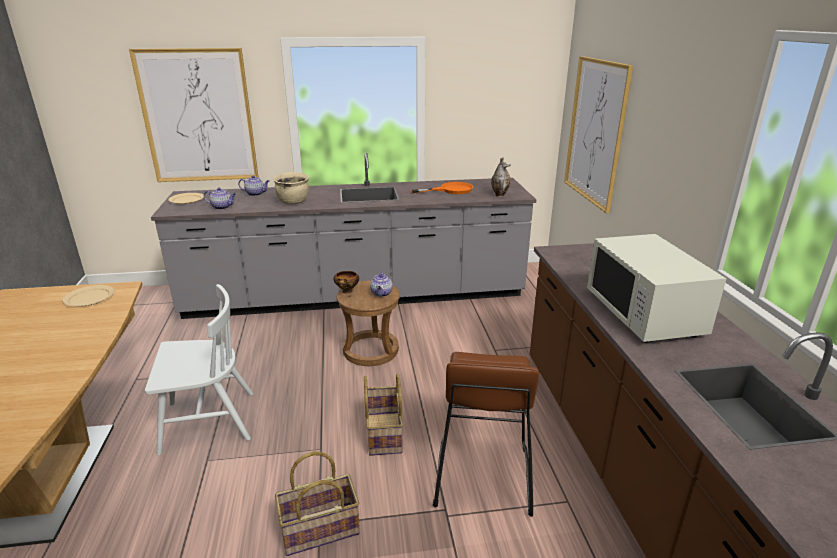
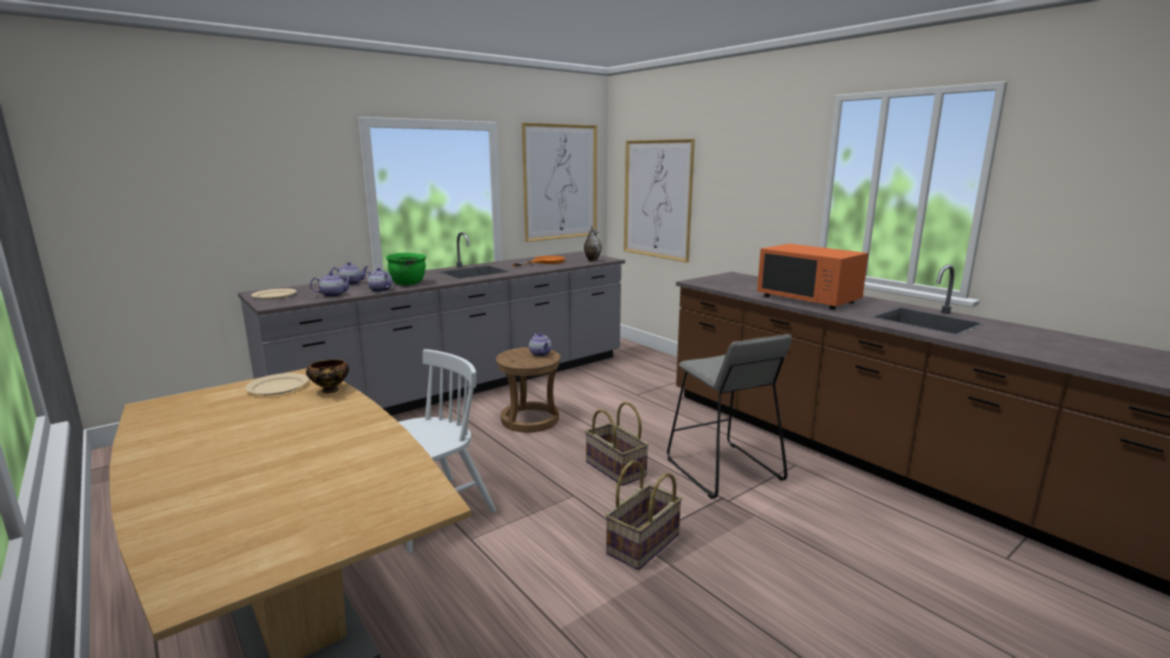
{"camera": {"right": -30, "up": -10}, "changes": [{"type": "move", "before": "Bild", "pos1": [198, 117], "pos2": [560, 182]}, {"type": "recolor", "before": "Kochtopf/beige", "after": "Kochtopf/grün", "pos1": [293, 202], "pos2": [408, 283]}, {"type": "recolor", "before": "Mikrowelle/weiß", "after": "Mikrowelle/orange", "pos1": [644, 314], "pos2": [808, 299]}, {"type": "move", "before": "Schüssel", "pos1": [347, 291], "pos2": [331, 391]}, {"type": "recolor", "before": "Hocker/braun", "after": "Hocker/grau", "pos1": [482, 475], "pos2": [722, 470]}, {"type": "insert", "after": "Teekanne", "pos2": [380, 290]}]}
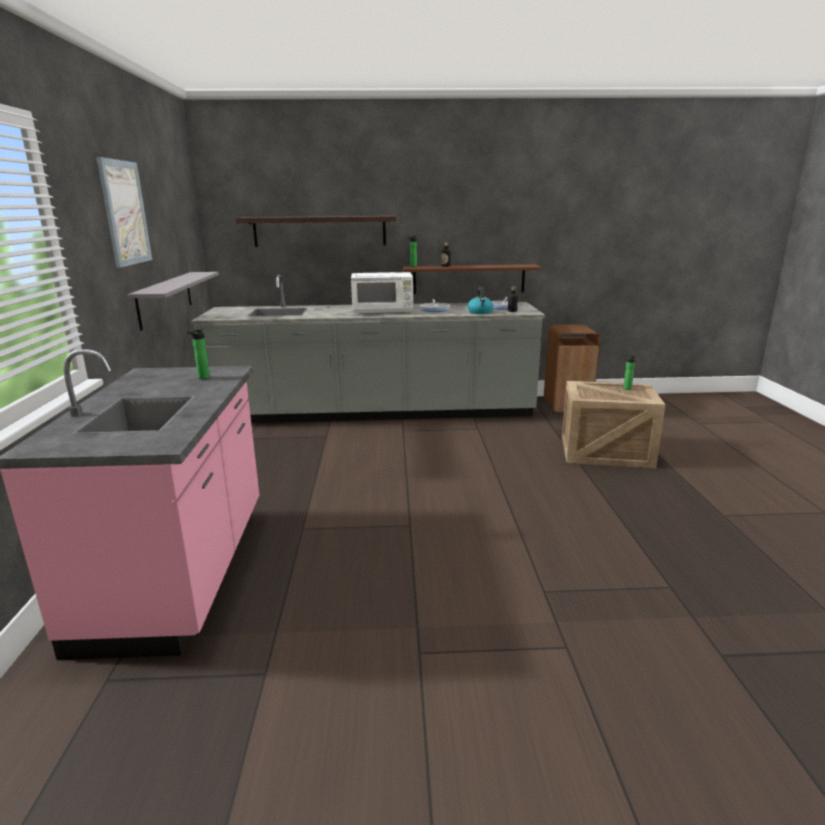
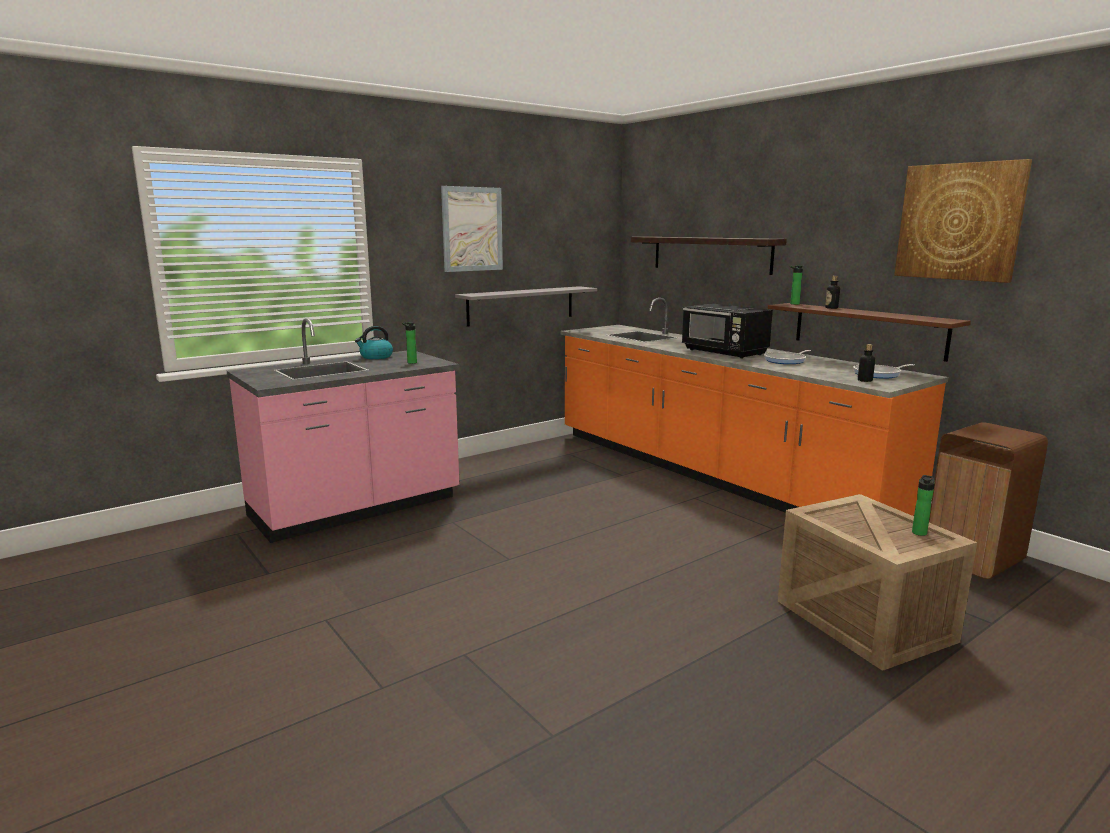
{"camera": {"right": 55, "up": -5}, "changes": [{"type": "recolor", "before": "Mikrowelle/weiß", "after": "Mikrowelle/schwarz", "pos1": [383, 311], "pos2": [724, 352]}, {"type": "recolor", "before": "Küchenzeile/grau", "after": "Küchenzeile/orange", "pos1": [374, 412], "pos2": [711, 474]}, {"type": "move", "before": "Wasserkessel", "pos1": [480, 312], "pos2": [376, 357]}, {"type": "insert", "after": "Bild", "pos2": [959, 222]}]}
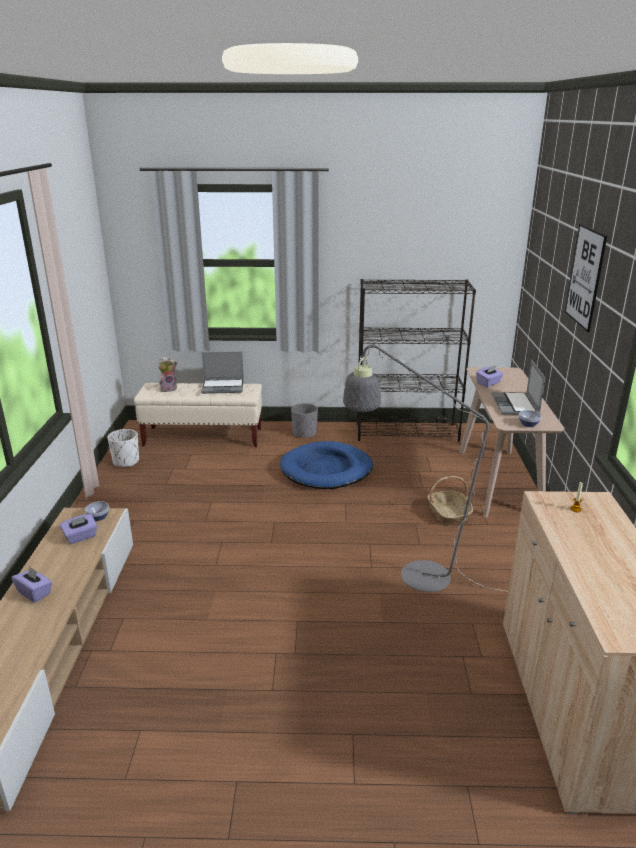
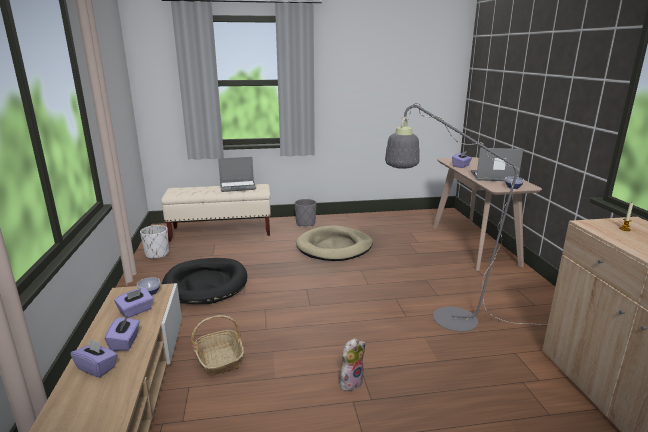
{"camera": {"right": -10, "up": -5}, "changes": [{"type": "delete", "before": "Bild", "pos1": [585, 277]}, {"type": "delete", "before": "Bücherregal/schwarz", "pos1": [407, 432]}, {"type": "move", "before": "Plüschtier", "pos1": [168, 388], "pos2": [351, 382]}, {"type": "rotate", "before": "Laptop", "pos1": [516, 405], "pos2": [493, 177], "turn": 105}, {"type": "recolor", "before": "Hundebett/blau", "after": "Hundebett/beige", "pos1": [326, 469], "pos2": [334, 247]}, {"type": "move", "before": "Korb", "pos1": [448, 513], "pos2": [219, 358]}, {"type": "insert", "after": "Hundebett/schwarz", "pos2": [206, 284]}, {"type": "insert", "after": "Taschentuchbox/lila", "pos2": [125, 342]}]}
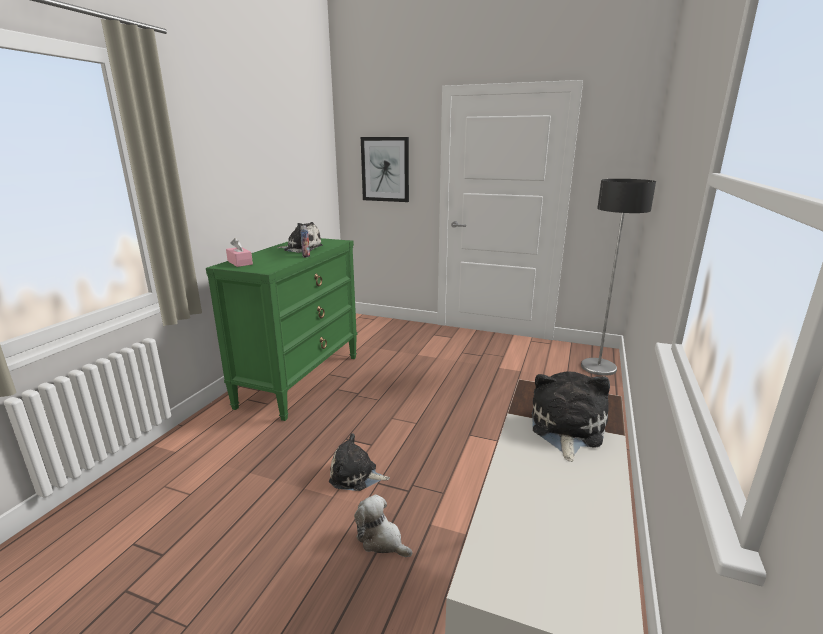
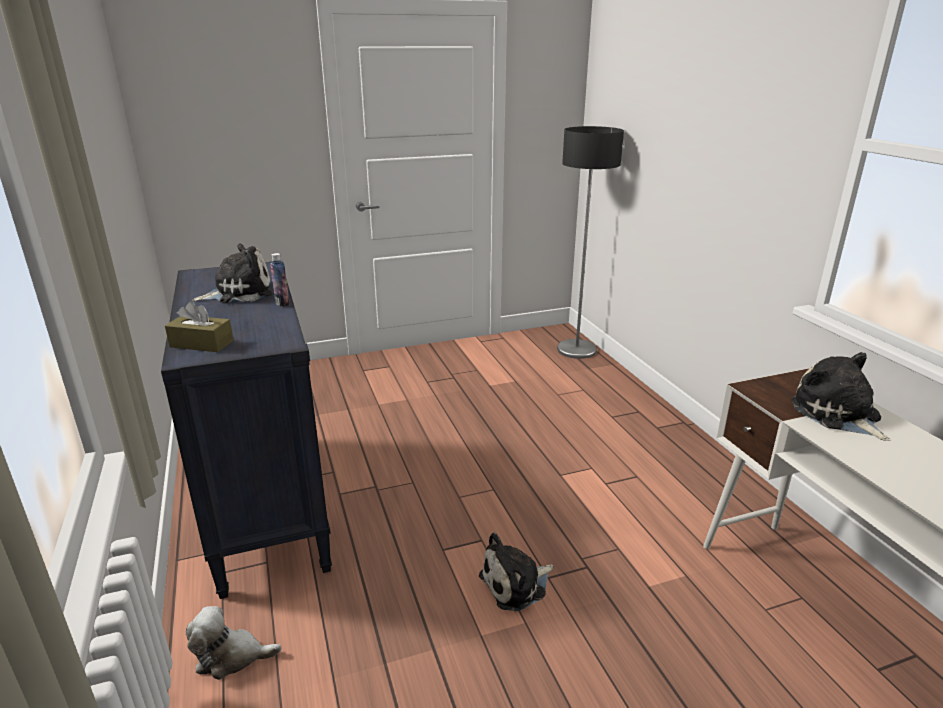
{"camera": {"right": -40, "up": 5}, "changes": [{"type": "delete", "before": "Bild", "pos1": [385, 169]}, {"type": "recolor", "before": "Kommode/grün", "after": "Kommode/schwarz", "pos1": [300, 380], "pos2": [266, 505]}, {"type": "recolor", "before": "Taschentuchbox/rosa", "after": "Taschentuchbox/braun", "pos1": [240, 262], "pos2": [201, 344]}, {"type": "move", "before": "Plüschtier", "pos1": [381, 540], "pos2": [231, 657]}]}
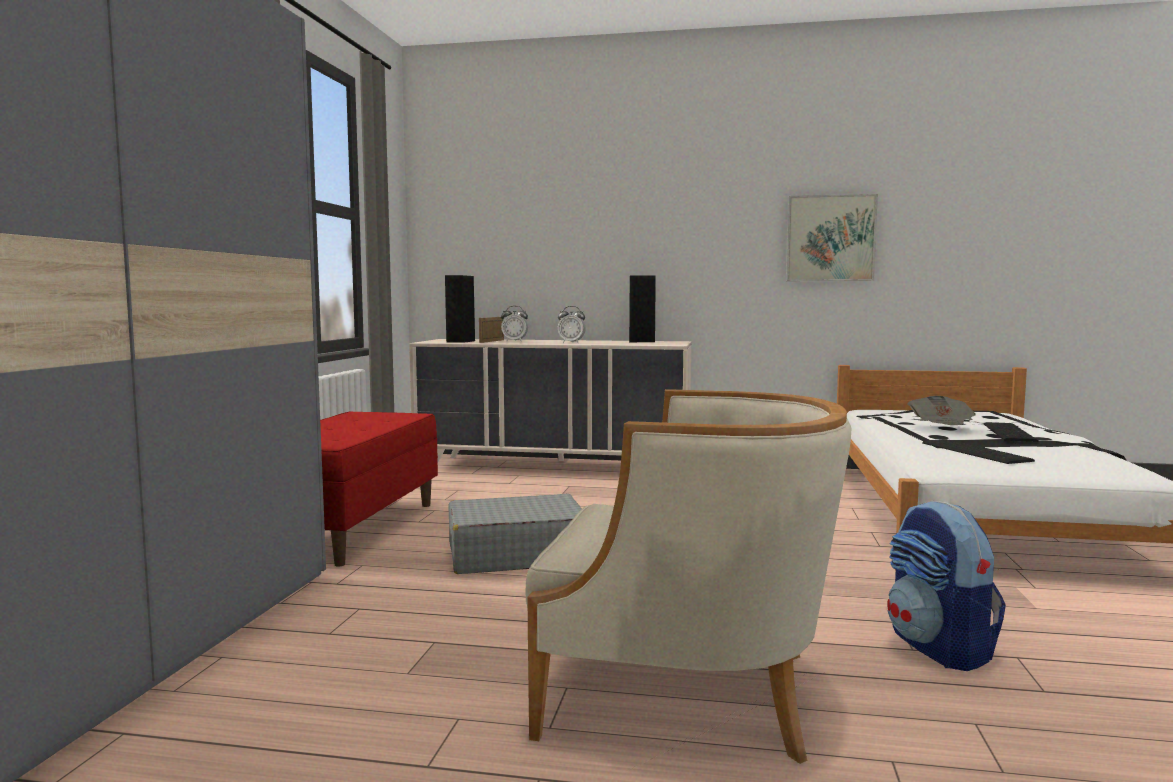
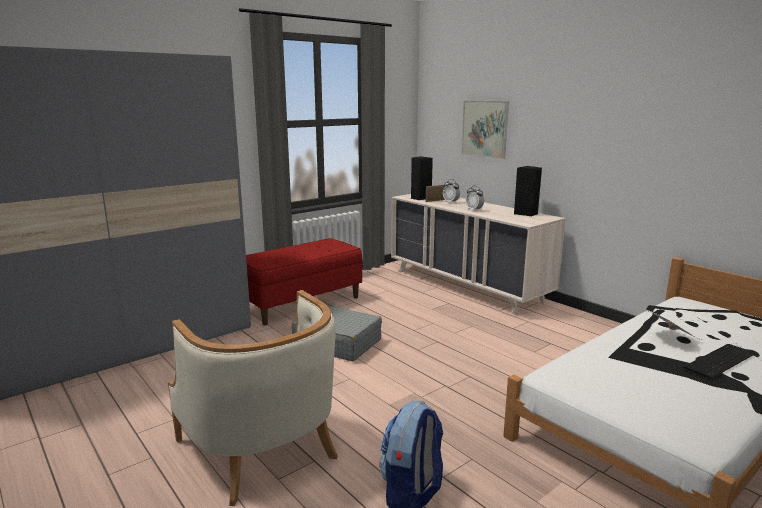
{"camera": {"right": 40, "up": 10}, "changes": [{"type": "move", "before": "Bild", "pos1": [830, 238], "pos2": [485, 128]}, {"type": "delete", "before": "Tastatur", "pos1": [975, 451]}]}
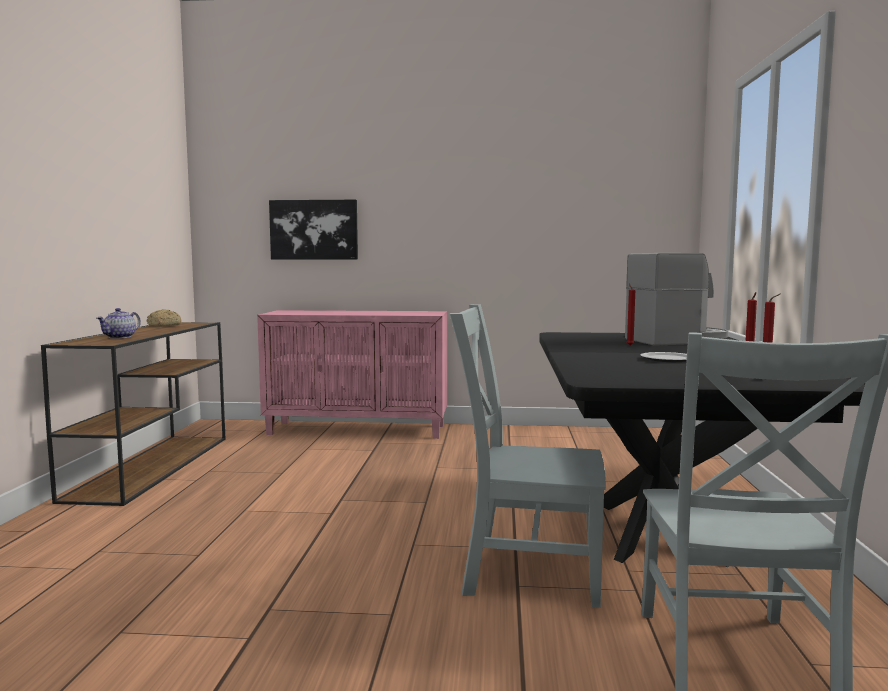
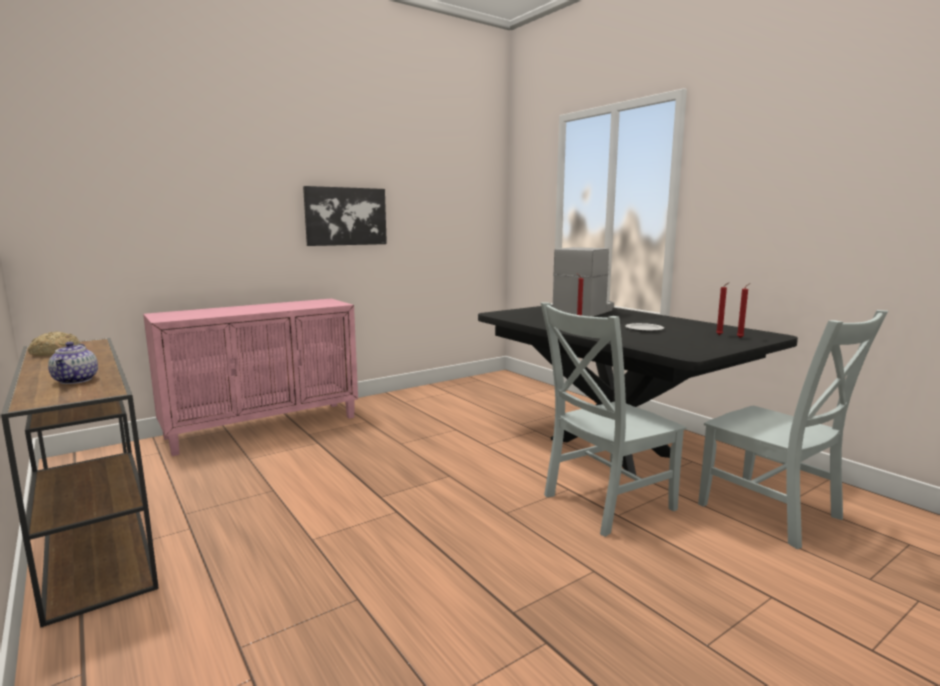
{"camera": {"right": -40, "up": 5}, "changes": [{"type": "move", "before": "Bild", "pos1": [314, 230], "pos2": [345, 216]}]}
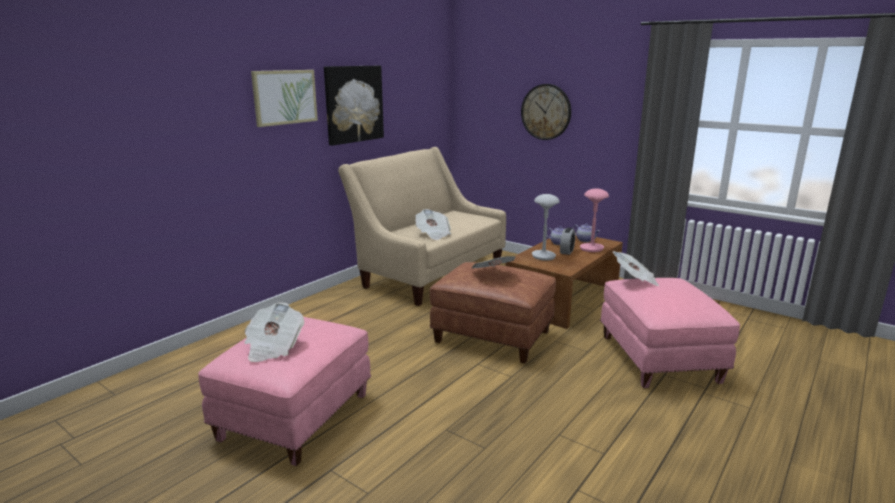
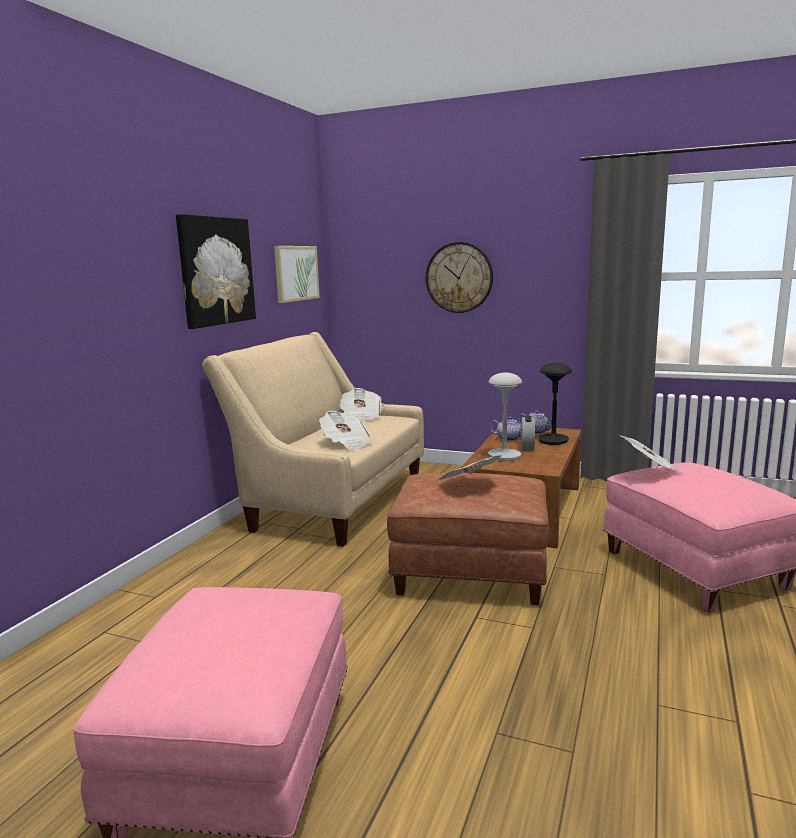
{"camera": {"right": -15, "up": -5}, "changes": [{"type": "move", "before": "Bild", "pos1": [285, 97], "pos2": [296, 273]}, {"type": "recolor", "before": "Tischlampe/rosa", "after": "Tischlampe/schwarz", "pos1": [591, 248], "pos2": [553, 440]}, {"type": "move", "before": "Zeitung", "pos1": [273, 347], "pos2": [361, 417]}]}
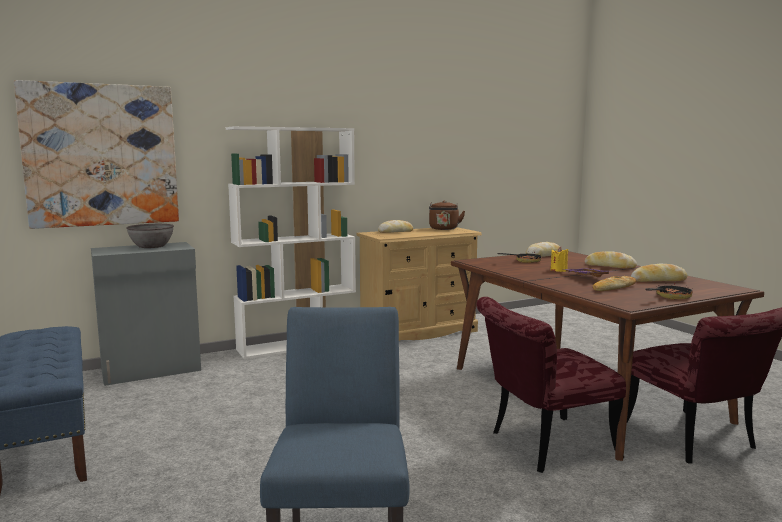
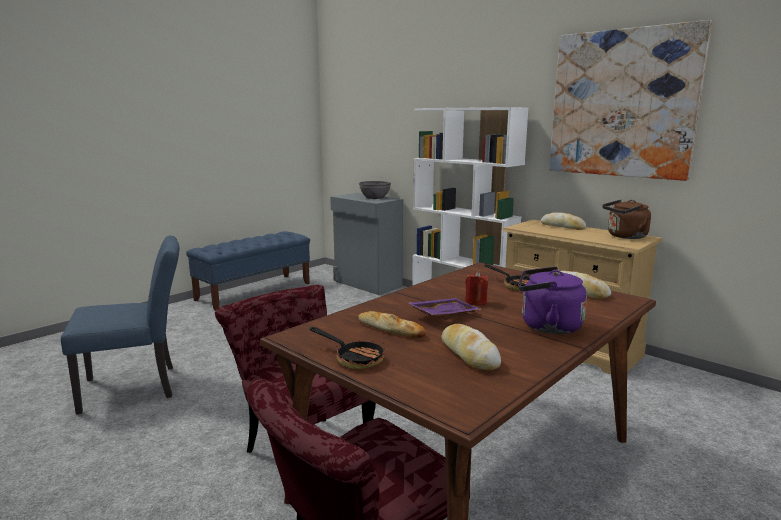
{"camera": {"right": 70, "up": 5}, "changes": [{"type": "move", "before": "Bild", "pos1": [101, 155], "pos2": [622, 104]}, {"type": "recolor", "before": "Kerze/gelb", "after": "Kerze/rot", "pos1": [558, 270], "pos2": [476, 302]}, {"type": "replace", "before": "Brot", "after": "Wasserkessel/lila", "pos1": [609, 266], "pos2": [546, 326]}]}
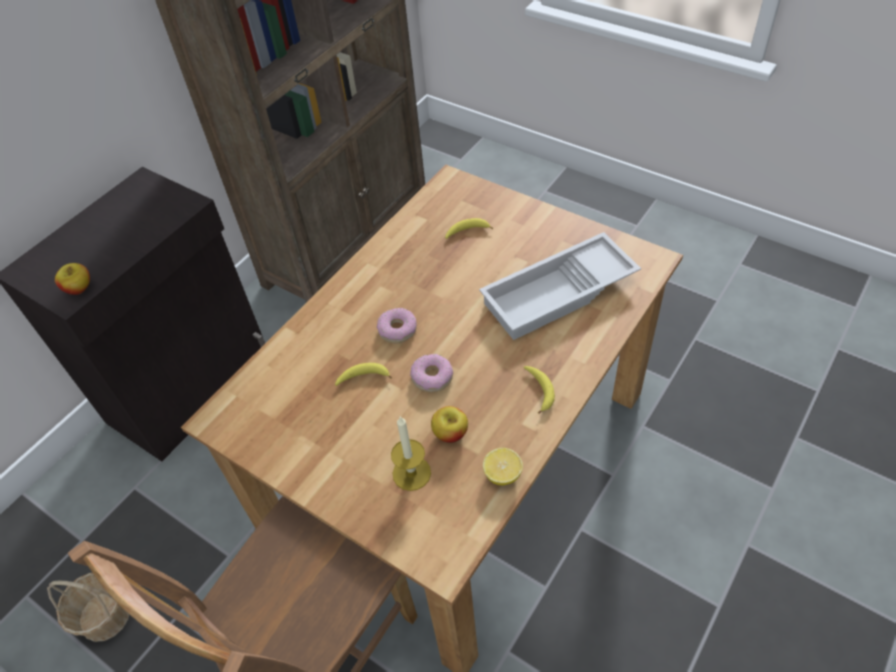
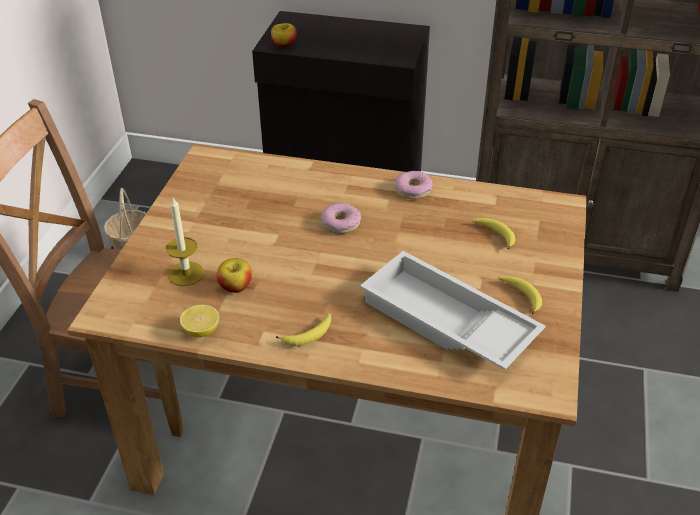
{"camera": {"right": 65, "up": -10}, "changes": [{"type": "move", "before": "Donut", "pos1": [432, 377], "pos2": [412, 190]}, {"type": "move", "before": "Banane", "pos1": [363, 377], "pos2": [522, 296]}]}
